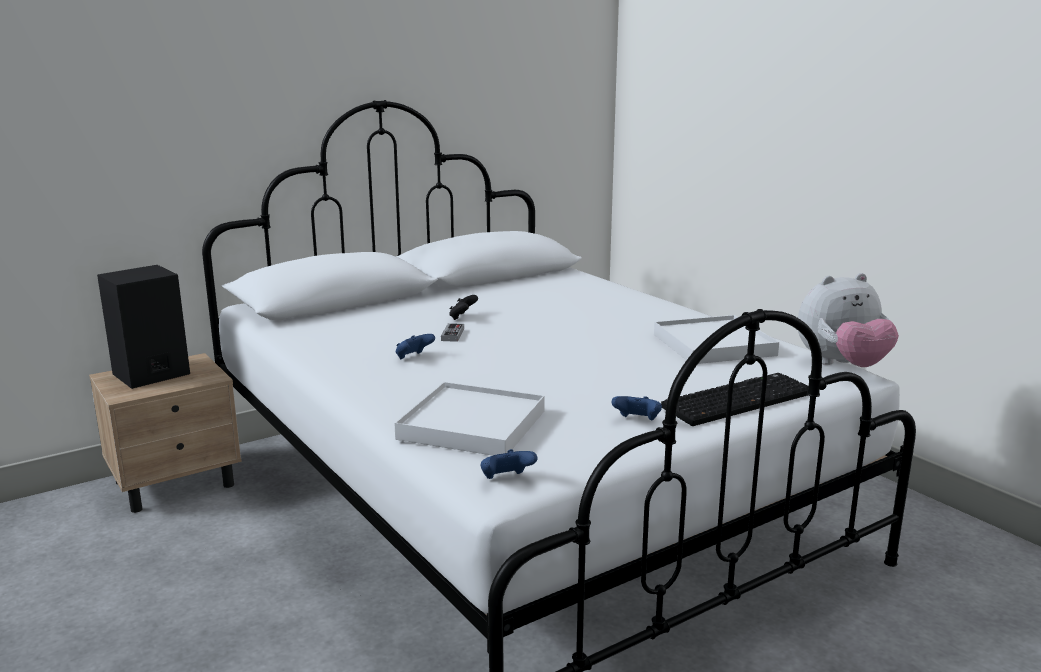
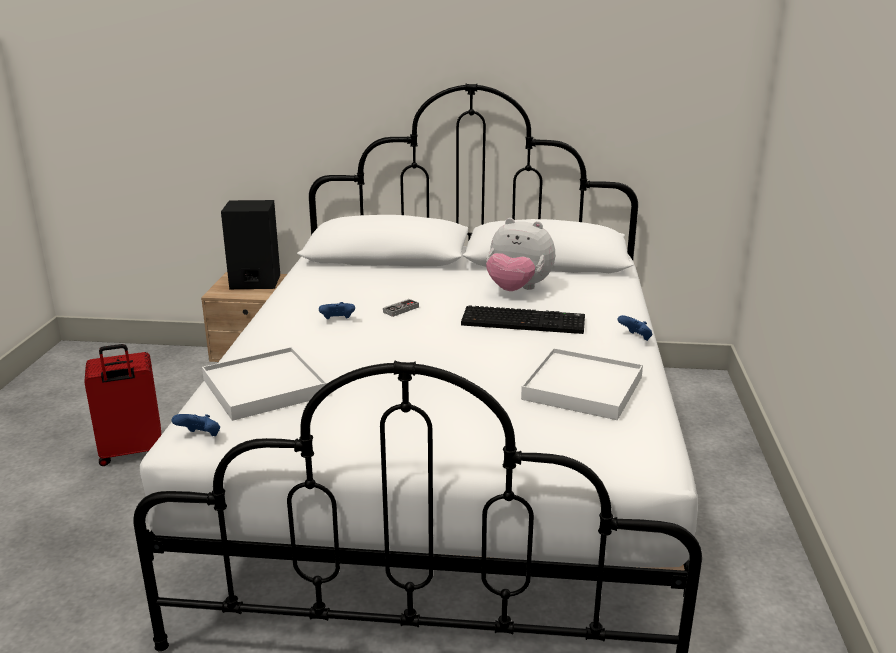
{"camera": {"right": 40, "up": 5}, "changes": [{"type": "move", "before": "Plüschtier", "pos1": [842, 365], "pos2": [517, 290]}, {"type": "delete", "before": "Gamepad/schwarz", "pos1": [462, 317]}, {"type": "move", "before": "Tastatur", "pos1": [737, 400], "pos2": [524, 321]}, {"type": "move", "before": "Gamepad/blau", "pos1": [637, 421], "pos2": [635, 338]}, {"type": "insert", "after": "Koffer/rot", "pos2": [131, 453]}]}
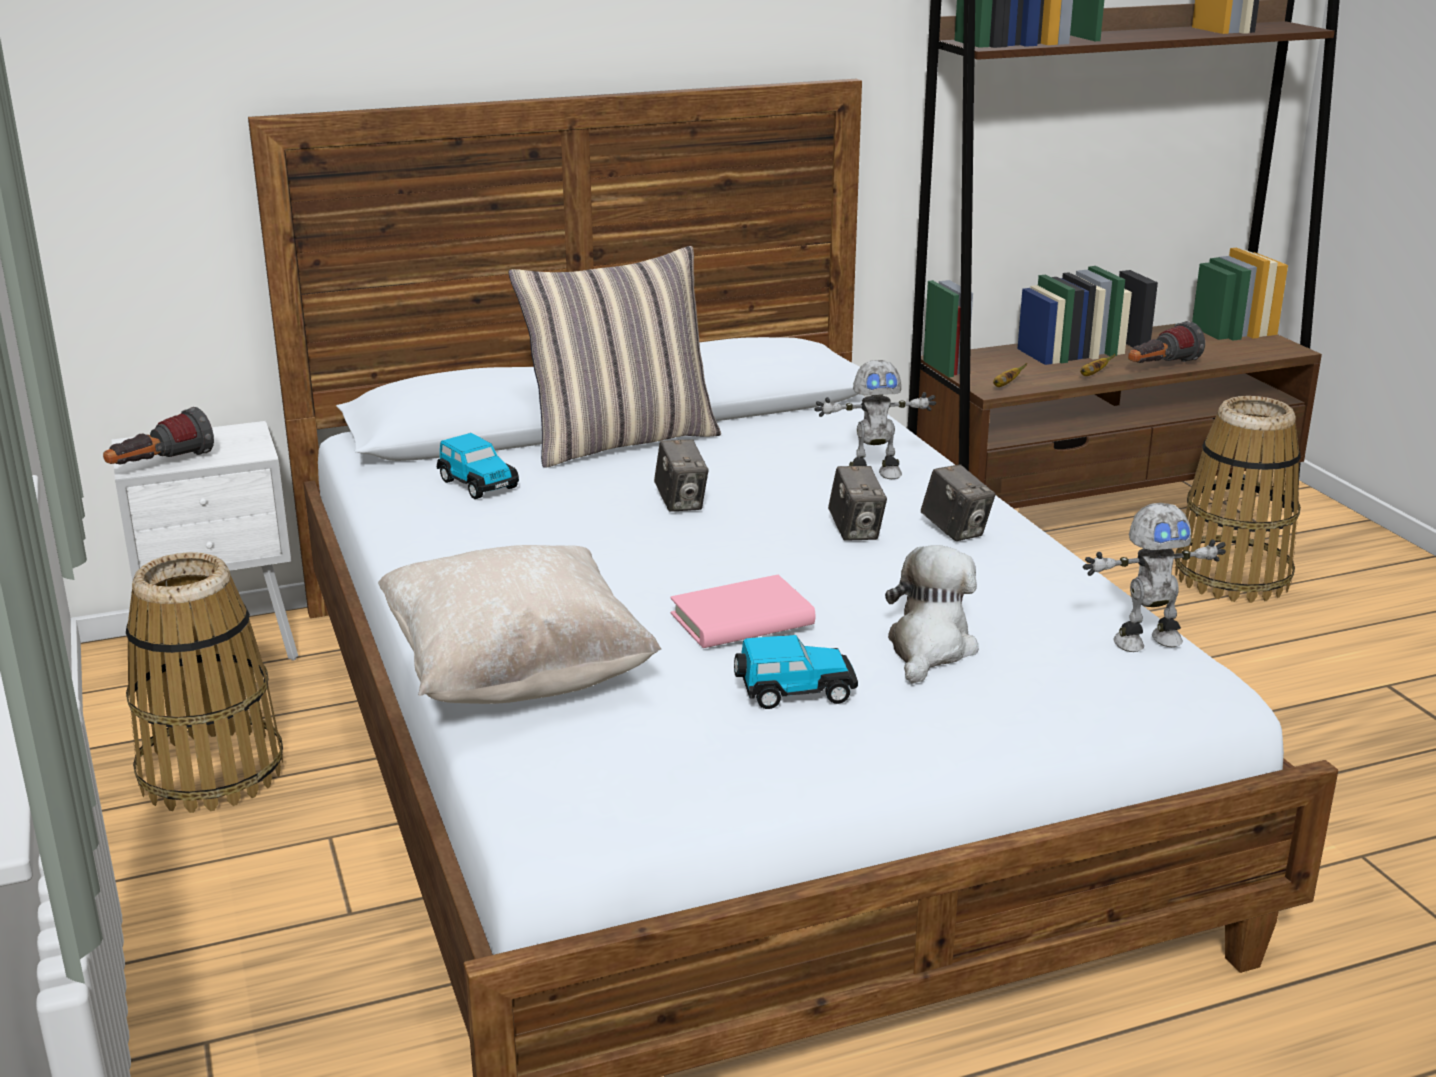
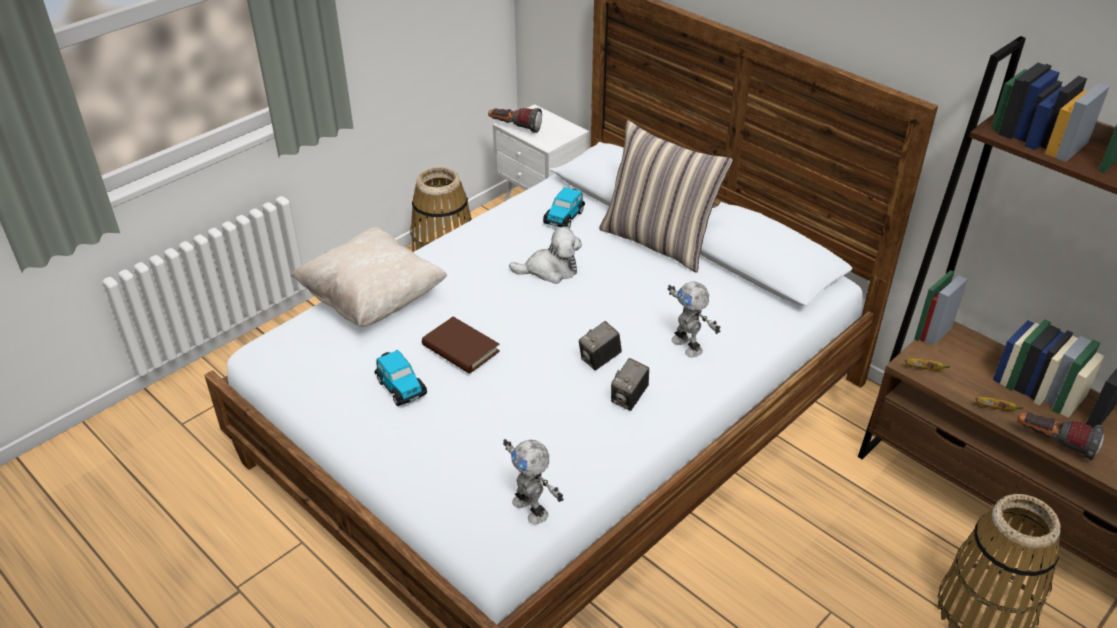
{"camera": {"right": 65, "up": 15}, "changes": [{"type": "delete", "before": "Kamera", "pos1": [681, 503]}, {"type": "move", "before": "Plüschtier", "pos1": [929, 648], "pos2": [550, 270]}, {"type": "recolor", "before": "Buch/rosa", "after": "Buch/braun", "pos1": [742, 620], "pos2": [460, 348]}]}
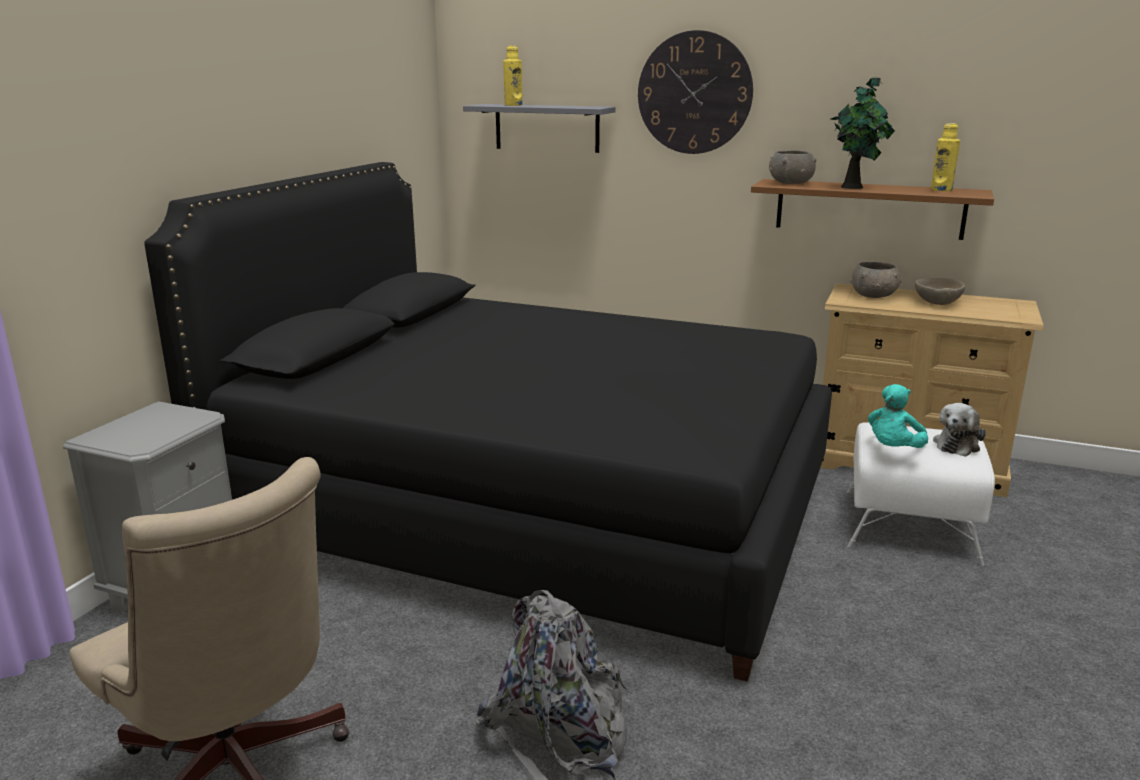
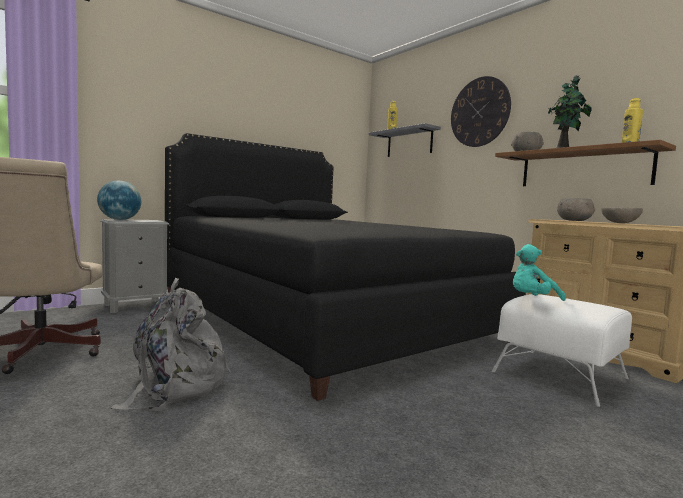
{"camera": {"right": 30, "up": -15}, "changes": [{"type": "delete", "before": "Plüschtier", "pos1": [957, 444]}, {"type": "insert", "after": "Globus", "pos2": [119, 220]}]}
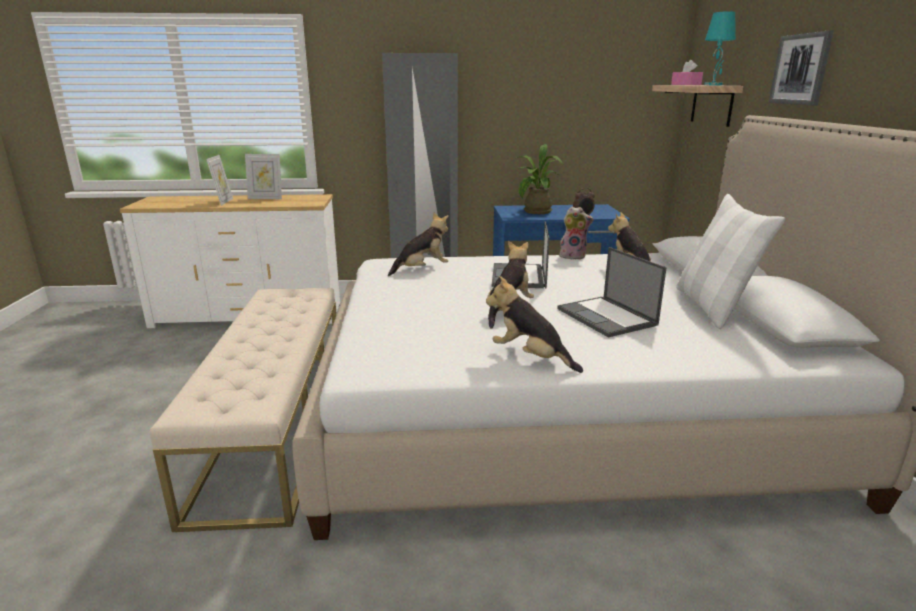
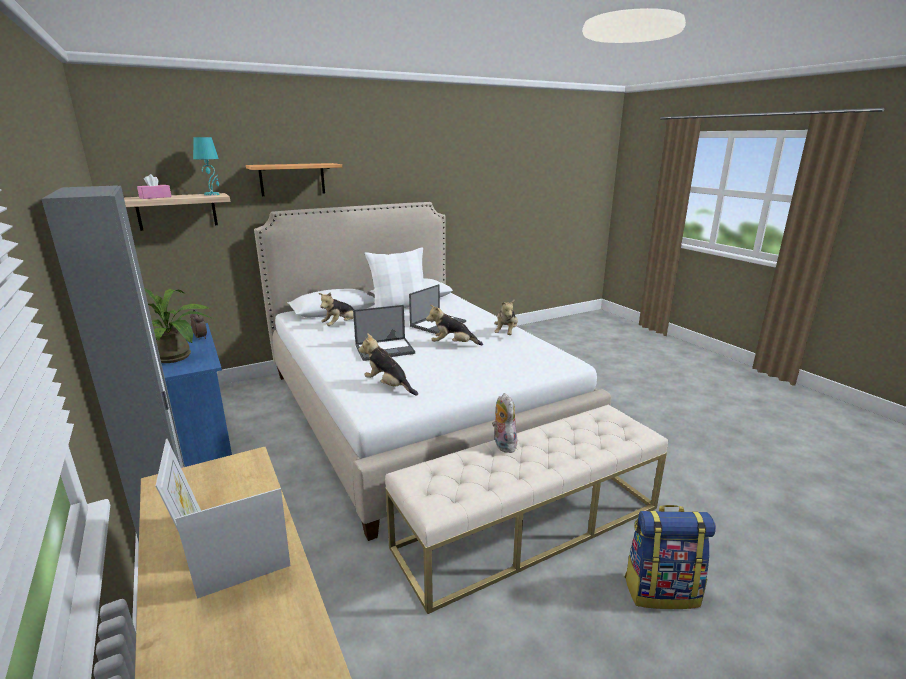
{"camera": {"right": -115, "up": 0}, "changes": [{"type": "replace", "before": "Bild", "after": "Wandregal", "pos1": [801, 69], "pos2": [292, 179]}, {"type": "move", "before": "Plüschtier", "pos1": [573, 256], "pos2": [503, 445]}, {"type": "insert", "after": "Rucksack", "pos2": [661, 591]}]}
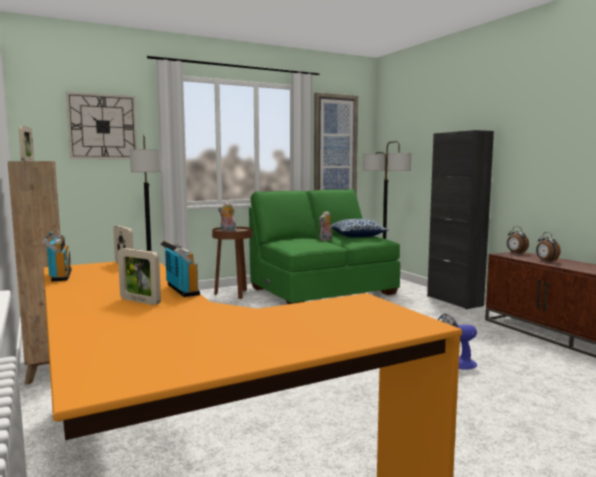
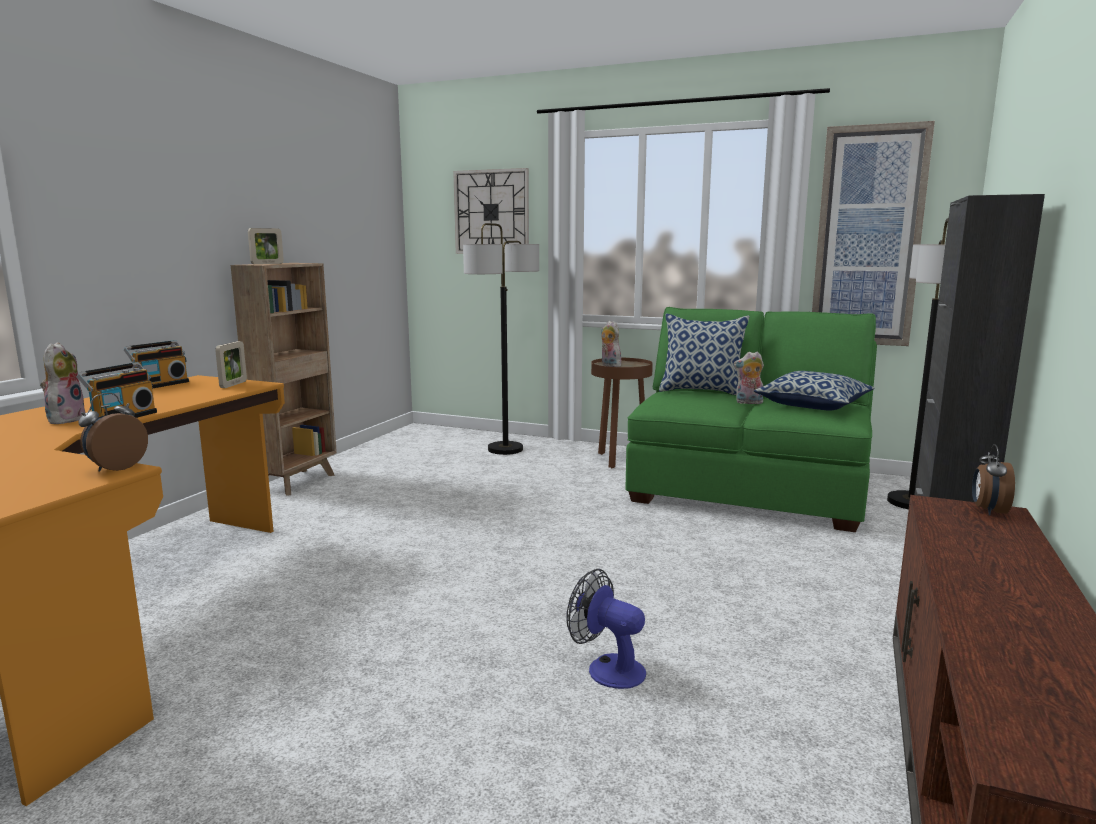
{"camera": {"right": 50, "up": 5}, "changes": [{"type": "move", "before": "Wecker", "pos1": [546, 261], "pos2": [115, 467]}, {"type": "replace", "before": "Bilderrahmen", "after": "Plüschtier", "pos1": [140, 301], "pos2": [65, 419]}, {"type": "insert", "after": "Kissen", "pos2": [701, 391]}]}
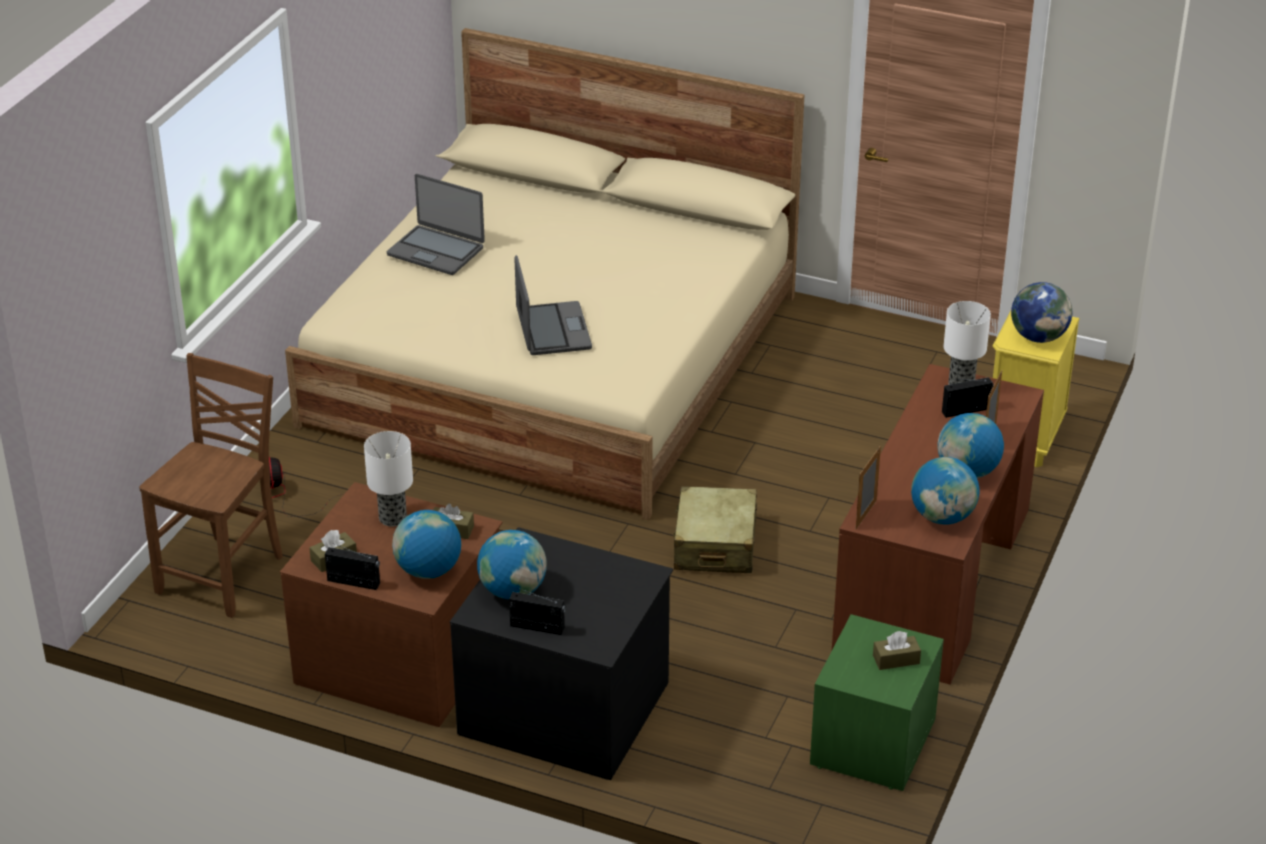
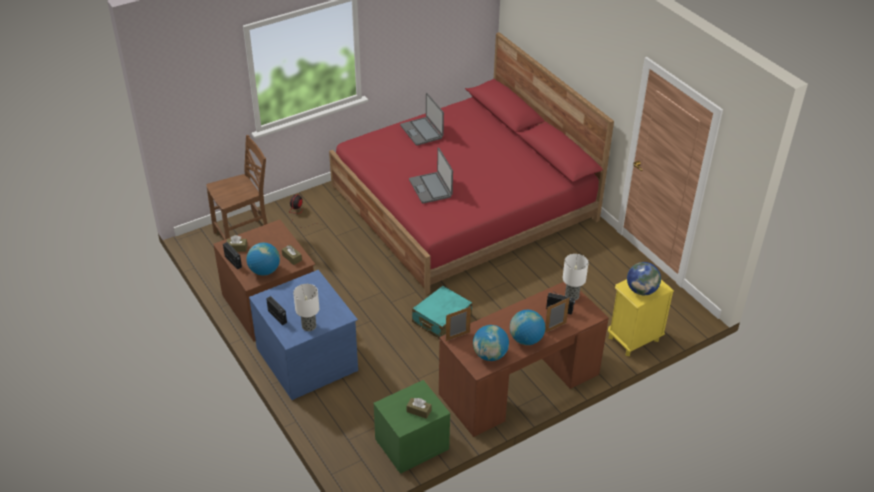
{"camera": {"right": 35, "up": 5}, "changes": [{"type": "recolor", "before": "Bett/beige", "after": "Bett/rot", "pos1": [554, 359], "pos2": [464, 203]}, {"type": "rotate", "before": "Laptop", "pos1": [552, 330], "pos2": [431, 188], "turn": 135}, {"type": "move", "before": "Tischlampe", "pos1": [393, 518], "pos2": [308, 326]}, {"type": "recolor", "before": "Koffer/beige", "after": "Koffer/türkis", "pos1": [715, 545], "pos2": [441, 319]}, {"type": "recolor", "before": "Kommode/schwarz", "after": "Kommode/blau", "pos1": [565, 706], "pos2": [308, 358]}, {"type": "delete", "before": "Globus", "pos1": [513, 590]}]}
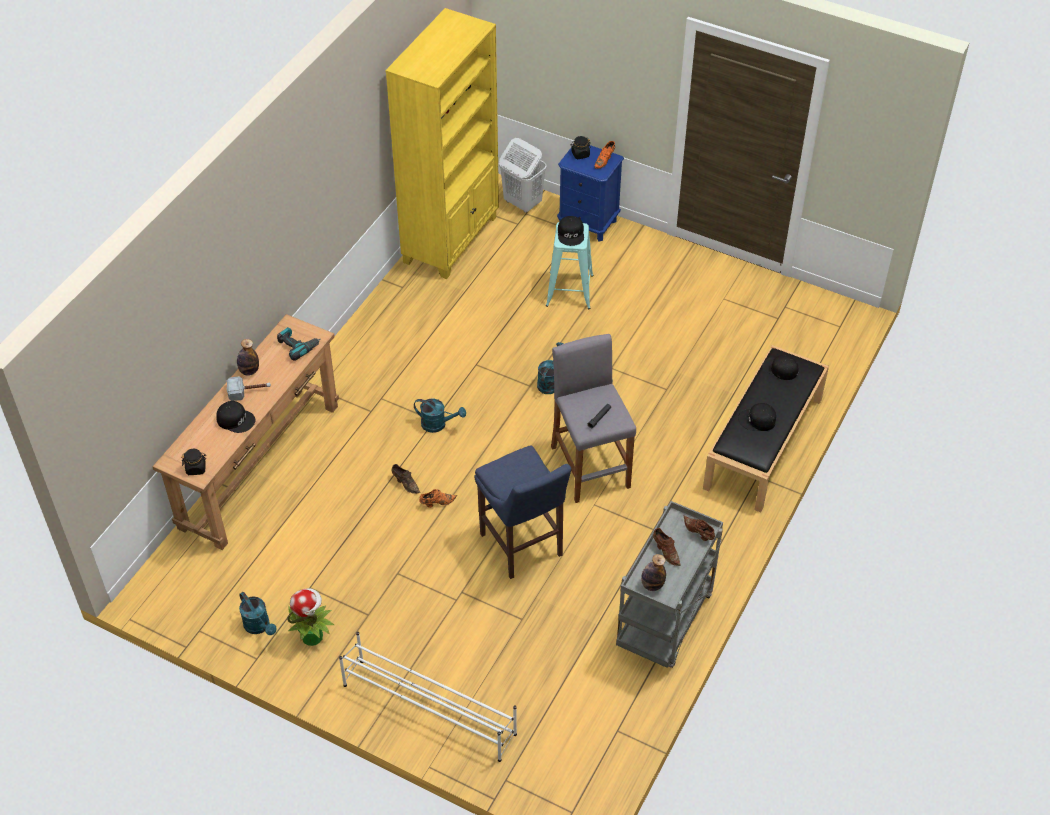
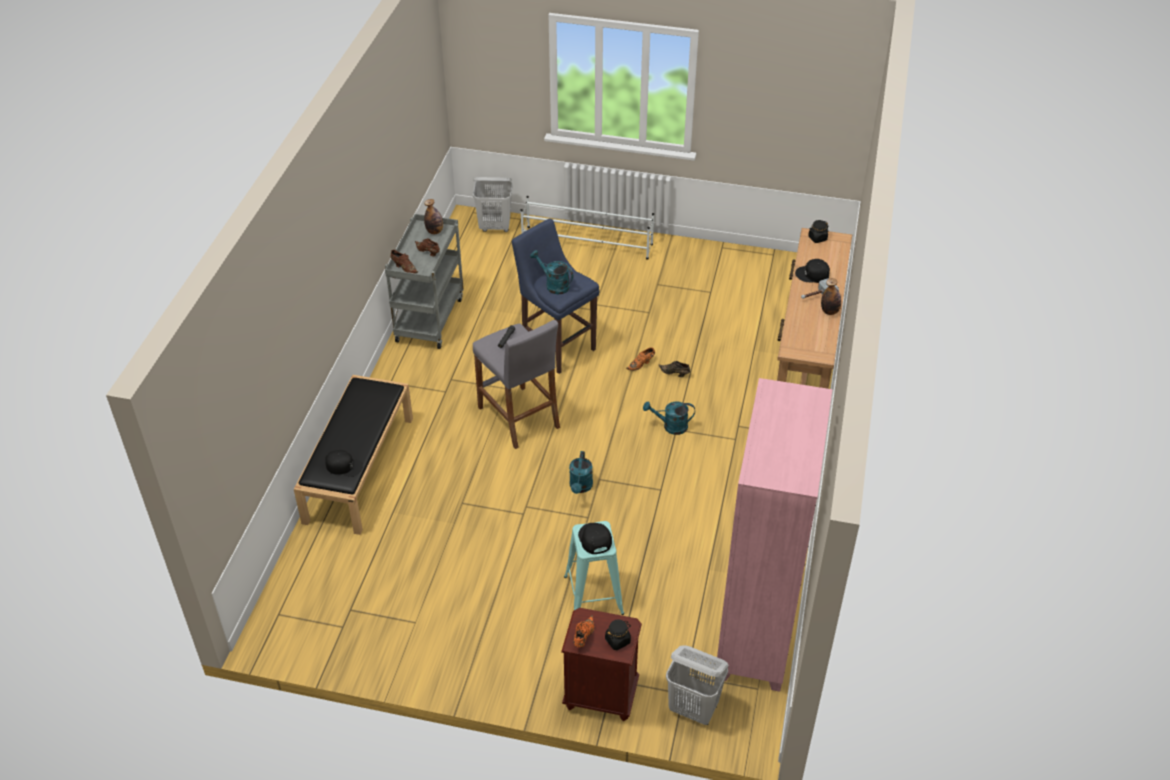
{"camera": {"right": 165, "up": -5}, "changes": [{"type": "recolor", "before": "Bücherregal/gelb", "after": "Bücherregal/rosa", "pos1": [451, 239], "pos2": [755, 634]}, {"type": "recolor", "before": "Nachttisch/blau", "after": "Nachttisch/braun", "pos1": [588, 223], "pos2": [601, 696]}, {"type": "delete", "before": "Bohrmaschine", "pos1": [298, 346]}, {"type": "delete", "before": "Kappe/schwarz", "pos1": [757, 420]}, {"type": "delete", "before": "Topfpflanze", "pos1": [313, 636]}, {"type": "move", "before": "Gießkanne/türkis", "pos1": [259, 626], "pos2": [553, 285]}, {"type": "insert", "after": "Wäschekorb/weiß", "pos2": [495, 227]}]}
